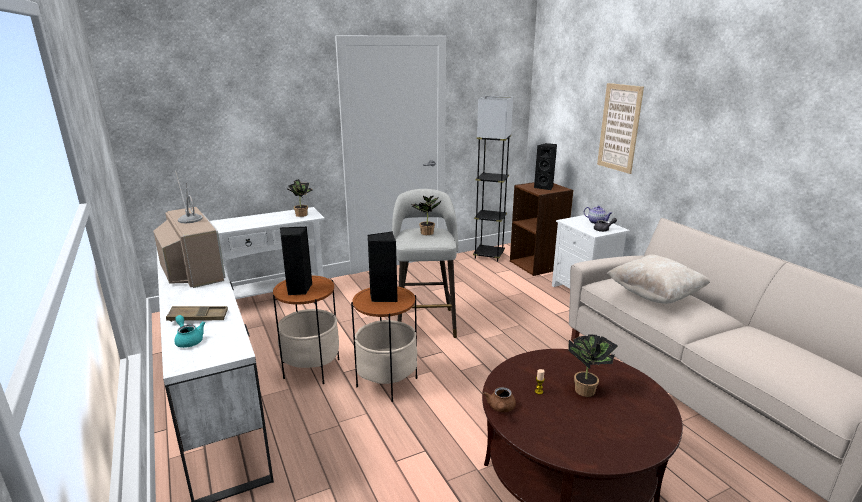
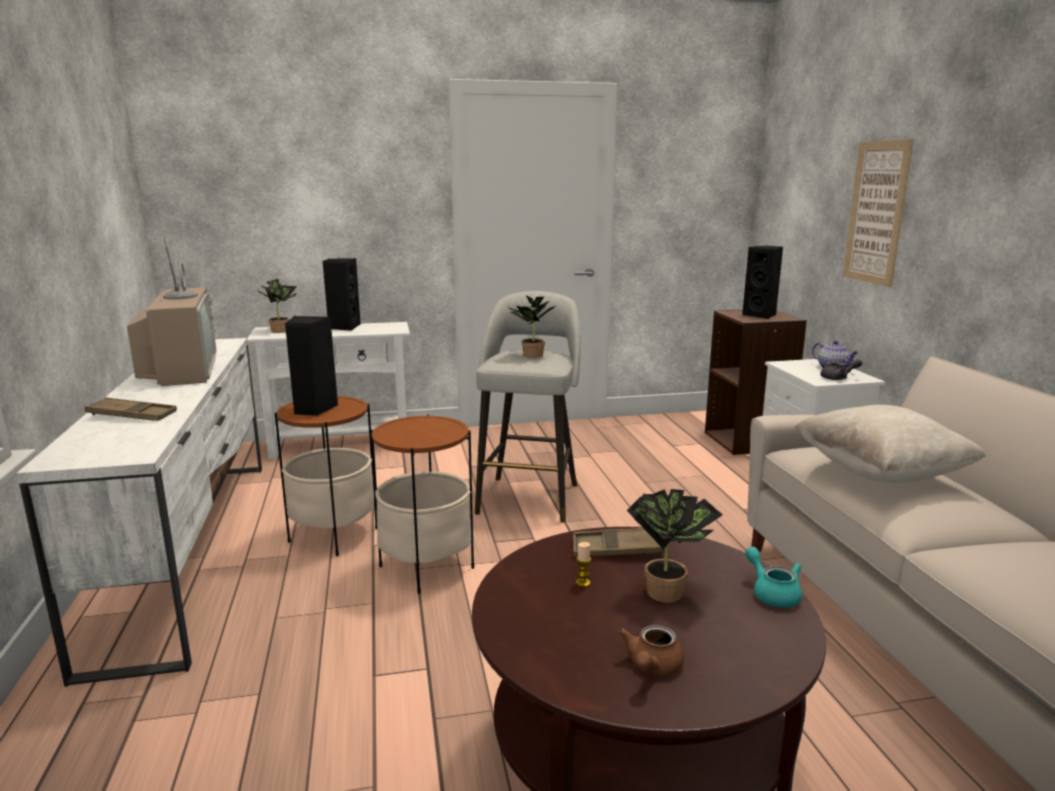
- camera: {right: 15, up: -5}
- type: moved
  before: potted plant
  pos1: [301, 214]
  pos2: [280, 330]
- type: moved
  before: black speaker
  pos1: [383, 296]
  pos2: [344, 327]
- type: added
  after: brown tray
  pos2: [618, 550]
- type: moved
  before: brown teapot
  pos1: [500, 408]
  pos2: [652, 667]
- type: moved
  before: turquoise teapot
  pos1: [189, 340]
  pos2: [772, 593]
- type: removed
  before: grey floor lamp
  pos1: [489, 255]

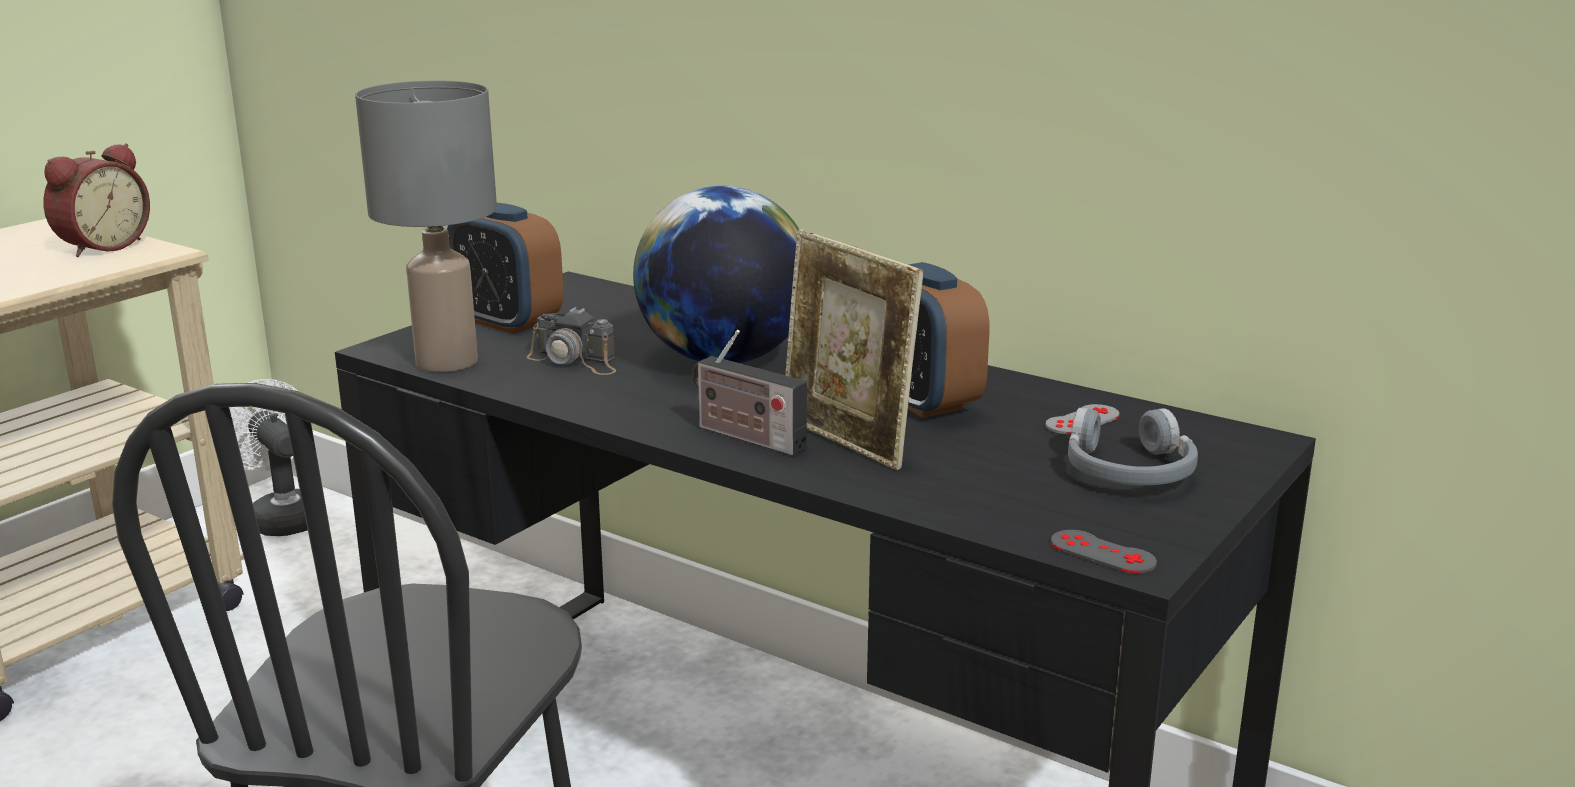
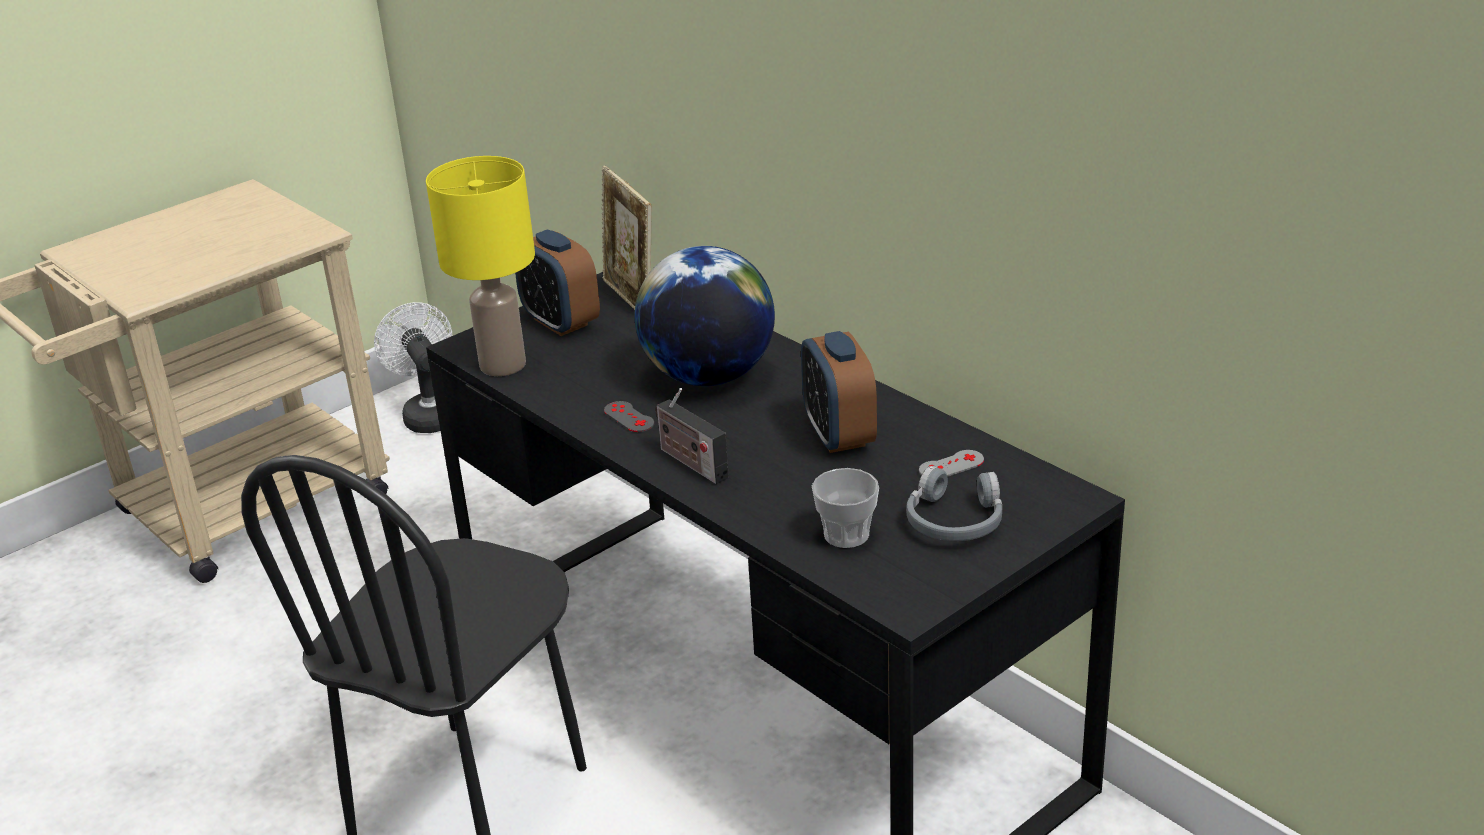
- camera: {right: 15, up: 10}
- type: recoloured
  before: grey table lamp
  after: yellow table lamp
  pos1: [448, 362]
  pos2: [504, 365]
- type: moved
  before: picture frame
  pos1: [846, 442]
  pos2: [631, 300]
- type: moved
  before: grey game controller
  pos1: [1102, 552]
  pos2: [629, 417]
- type: added
  after: cup
  pos2: [846, 535]
- type: removed
  before: alarm clock
  pos1: [101, 247]
- type: removed
  before: photo camera
  pos1: [575, 361]

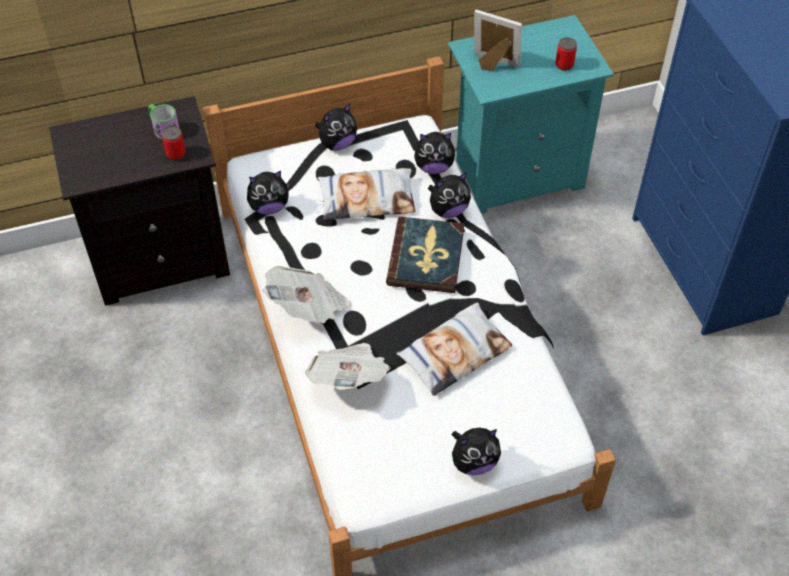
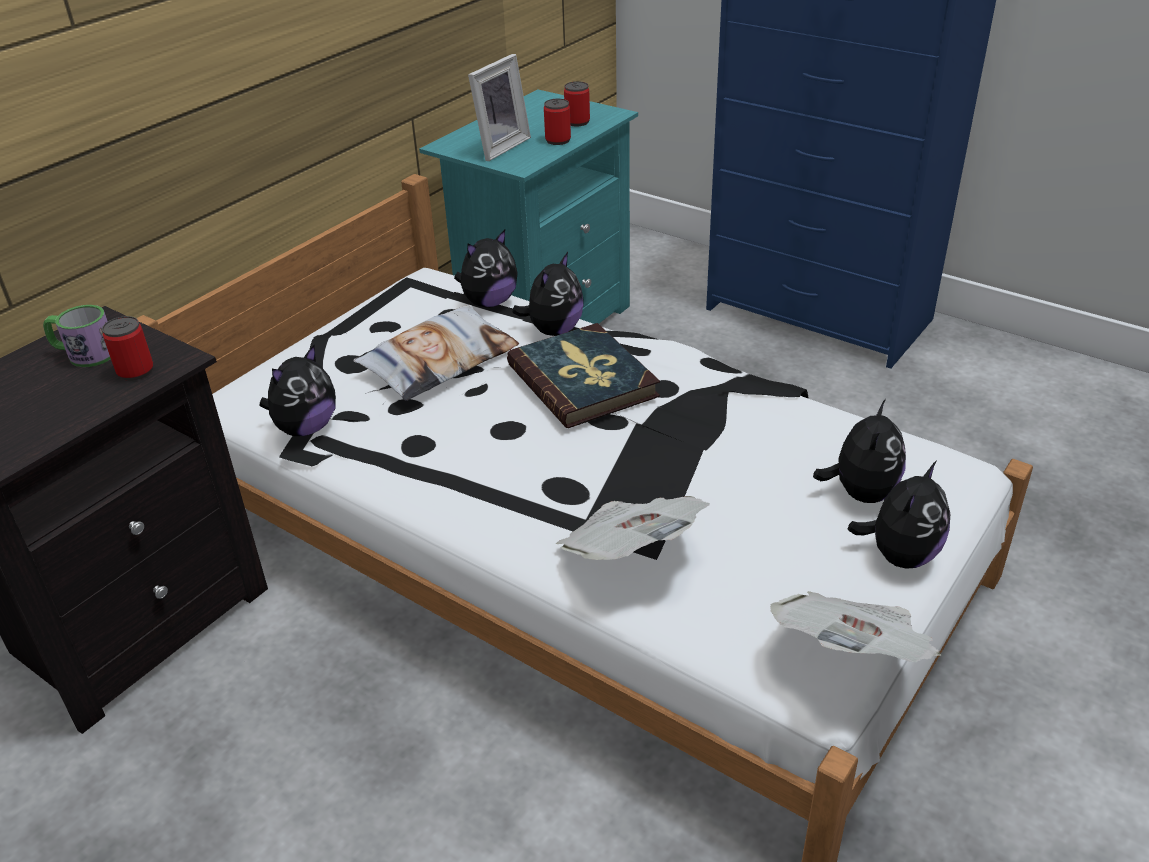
- camera: {right: -35, up: -15}
- type: turned
  before: picture frame
  pos1: [493, 65]
  pos2: [498, 147]
  turn: 135
- type: added
  after: can
  pos2: [558, 140]
- type: moved
  before: newspaper
  pos1: [308, 308]
  pos2: [853, 654]
- type: moved
  before: plush toy
  pos1: [337, 144]
  pos2: [860, 492]
- type: removed
  before: pillow
  pos1: [454, 353]

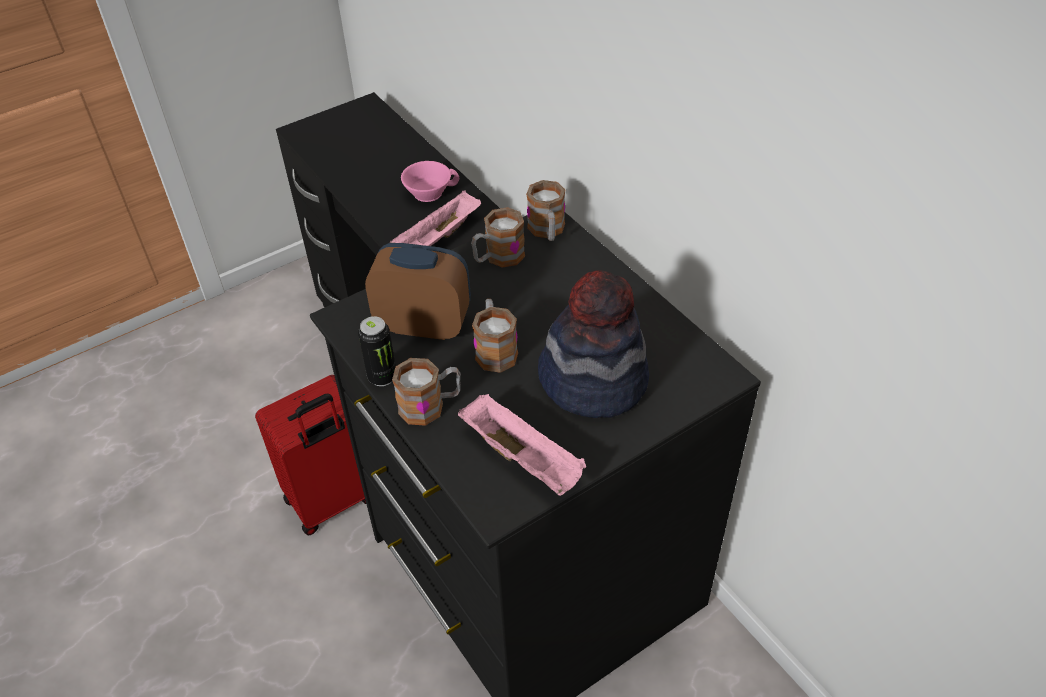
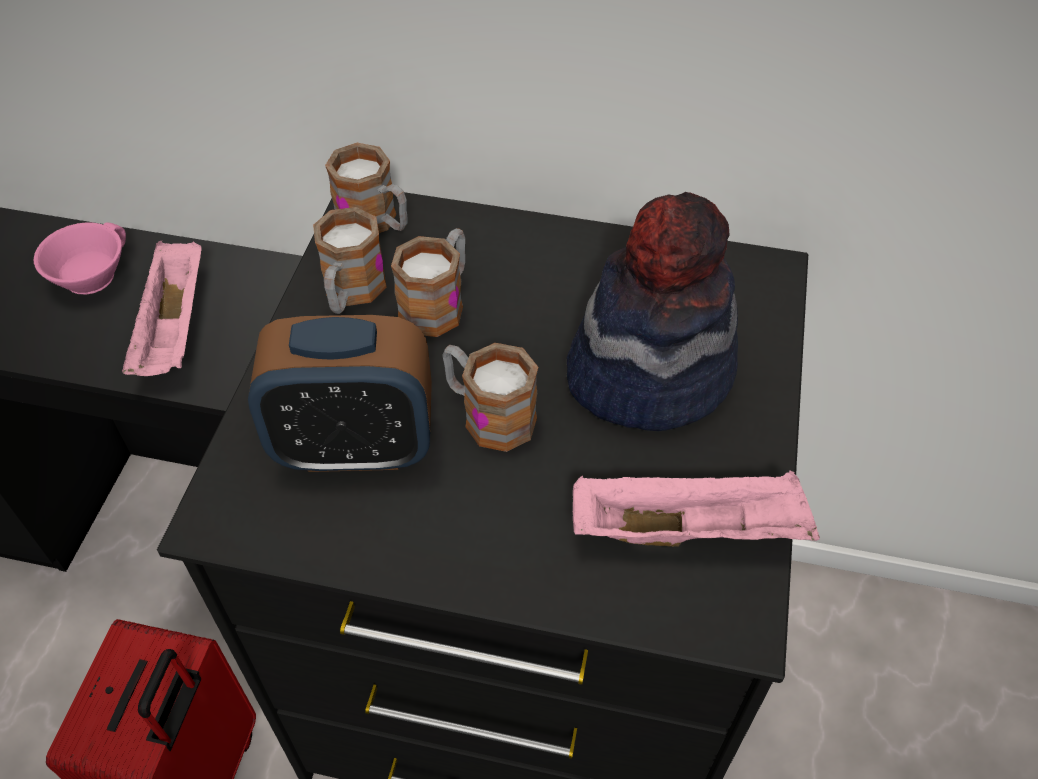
- camera: {right: -45, up: 5}
- type: turned
  before: alarm clock
  pos1: [424, 325]
  pos2: [355, 446]
  turn: -150
- type: moved
  before: mug
  pos1: [430, 405]
  pos2: [438, 303]
- type: removed
  before: can
  pos1: [382, 377]

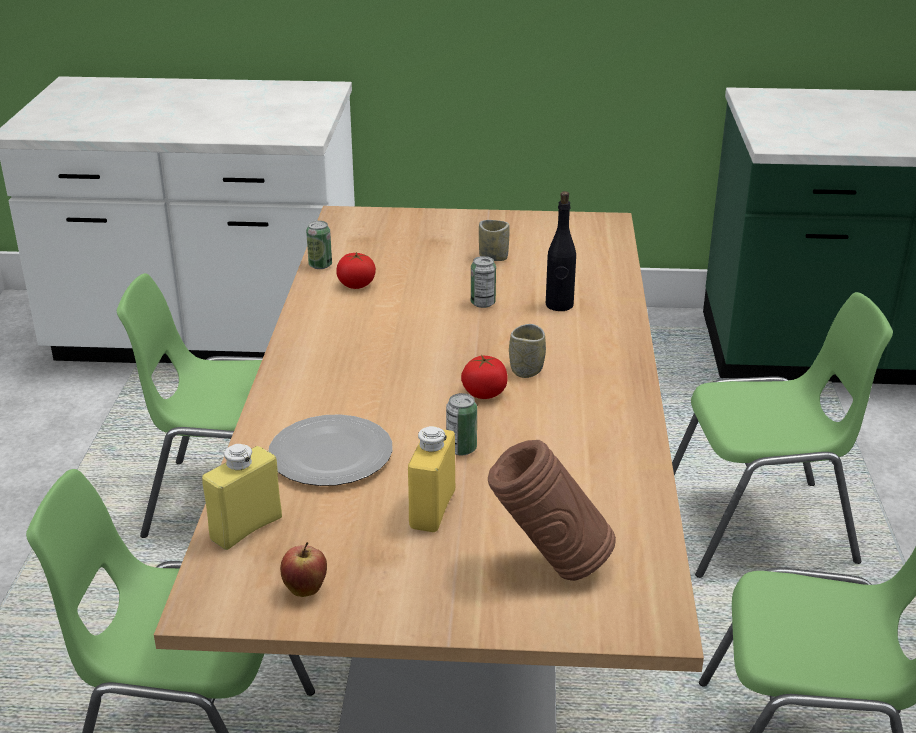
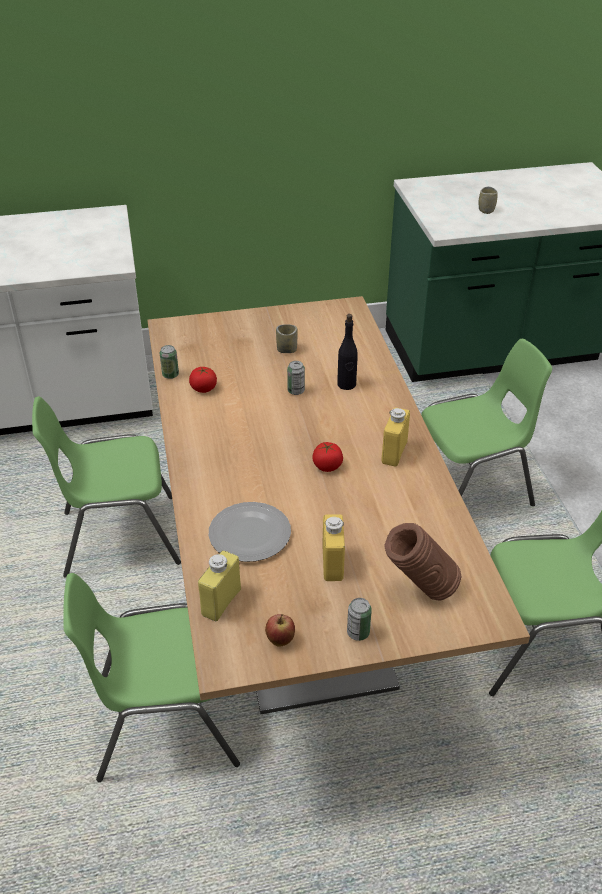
- camera: {right: -15, up: 10}
- type: moved
  before: can
  pos1: [461, 449]
  pos2: [358, 633]
- type: added
  after: yellow bottle
  pos2: [394, 453]
- type: moved
  before: cup
  pos1: [526, 370]
  pos2: [486, 210]

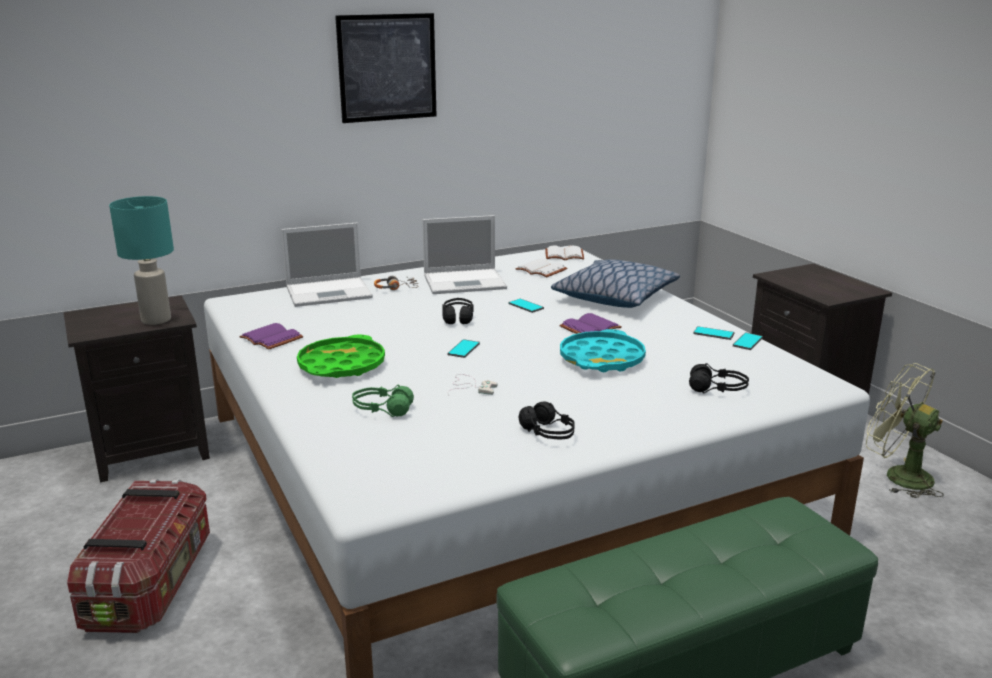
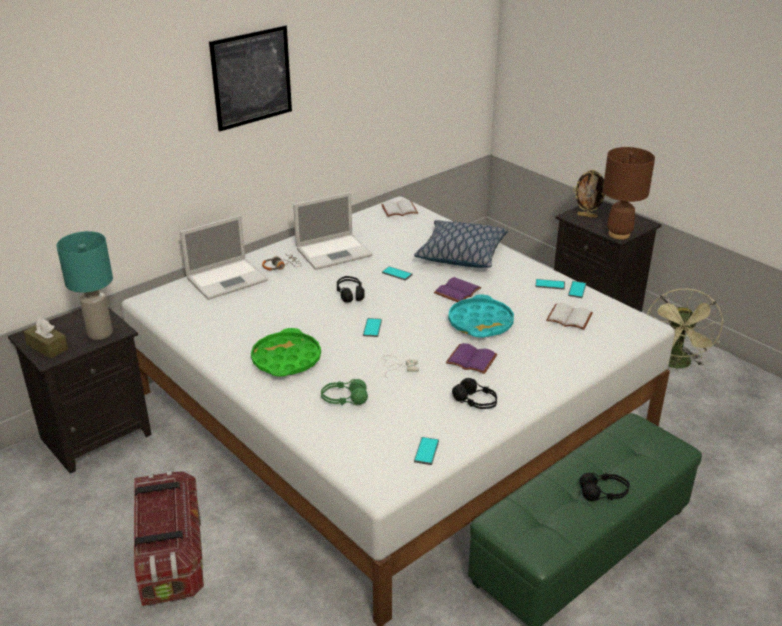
- camera: {right: -15, up: 10}
- type: added
  after: brown tissue box
  pos2: [47, 347]
- type: added
  after: phone
  pos2: [426, 451]
- type: moved
  before: purple book
  pos1: [273, 338]
  pos2: [472, 359]
- type: moved
  before: white book
  pos1: [542, 270]
  pos2: [570, 317]
- type: added
  after: picture frame
  pos2: [587, 216]
- type: moved
  before: black headphones
  pos1: [717, 389]
  pos2: [603, 493]
- type: added
  after: brown table lamp
  pos2: [619, 234]
- type: turned
  before: green fan
  pos1: [898, 476]
  pos2: [676, 364]
  turn: -105

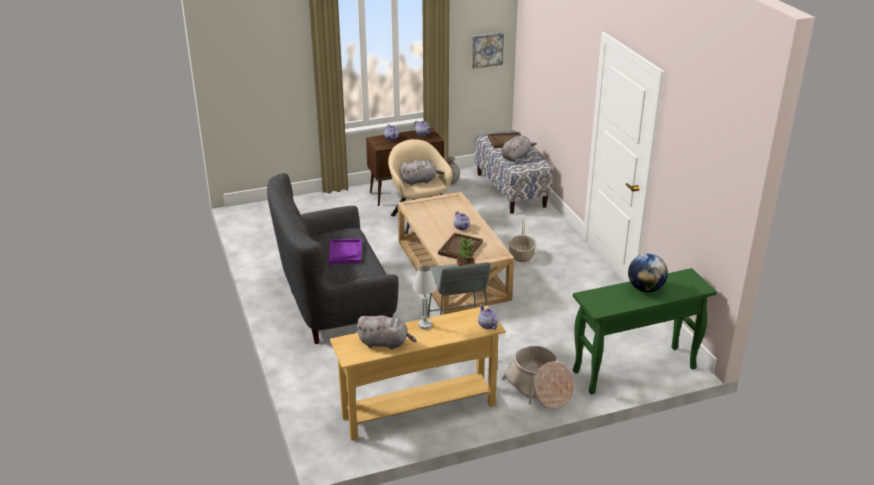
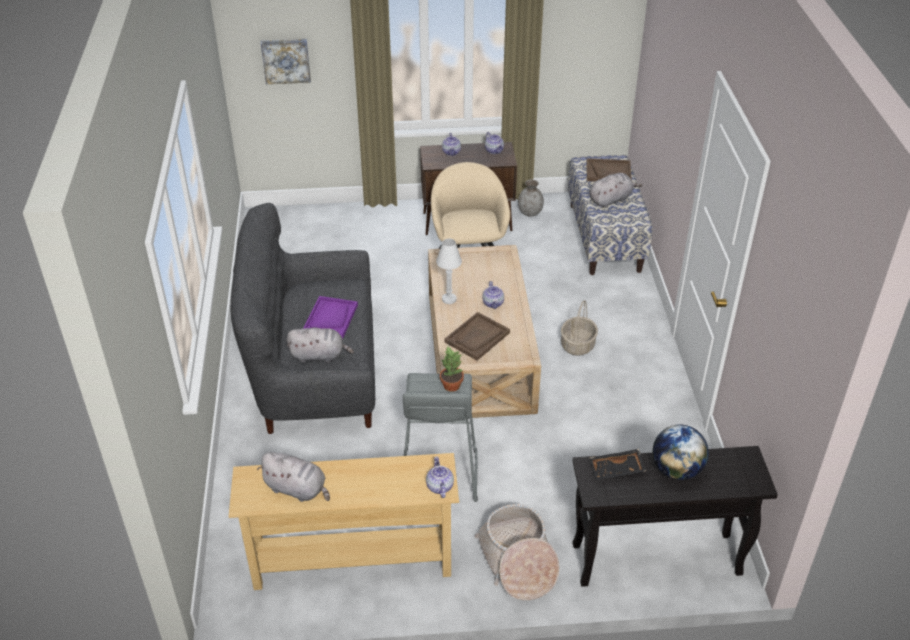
- camera: {right: 15, up: 10}
- type: moved
  before: picture
  pos1: [486, 49]
  pos2: [286, 60]
- type: moved
  before: grey plush toy
  pos1: [419, 181]
  pos2: [319, 355]
- type: moved
  before: white table lamp
  pos1: [425, 325]
  pos2: [449, 299]
- type: recoloured
  before: green console table
  after: black console table
  pos1: [633, 370]
  pos2: [654, 560]
- type: added
  after: black tray
  pos2: [616, 470]

